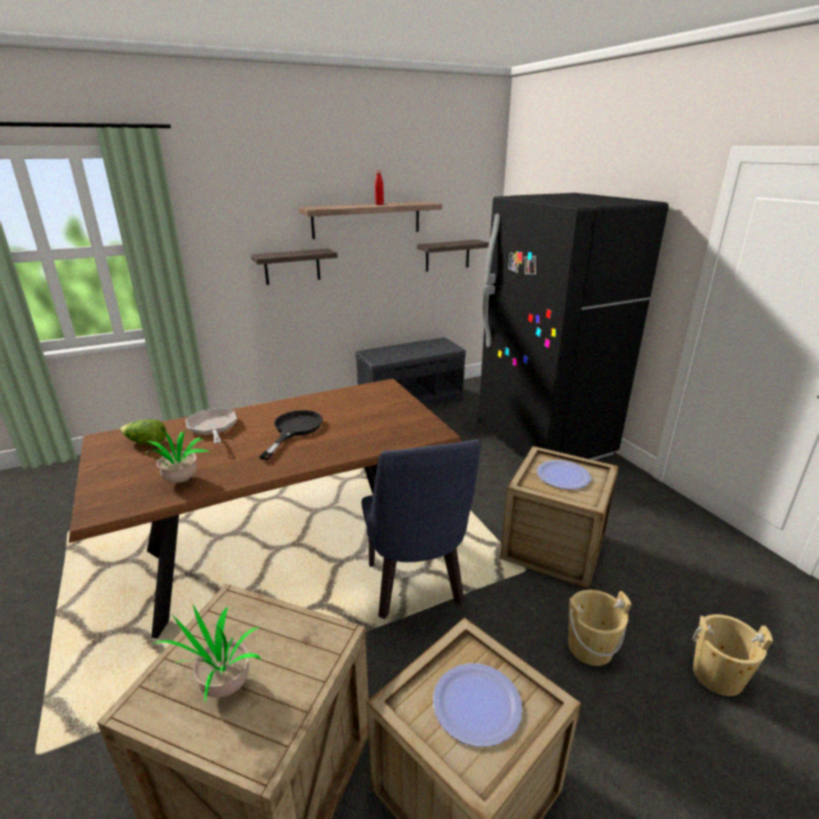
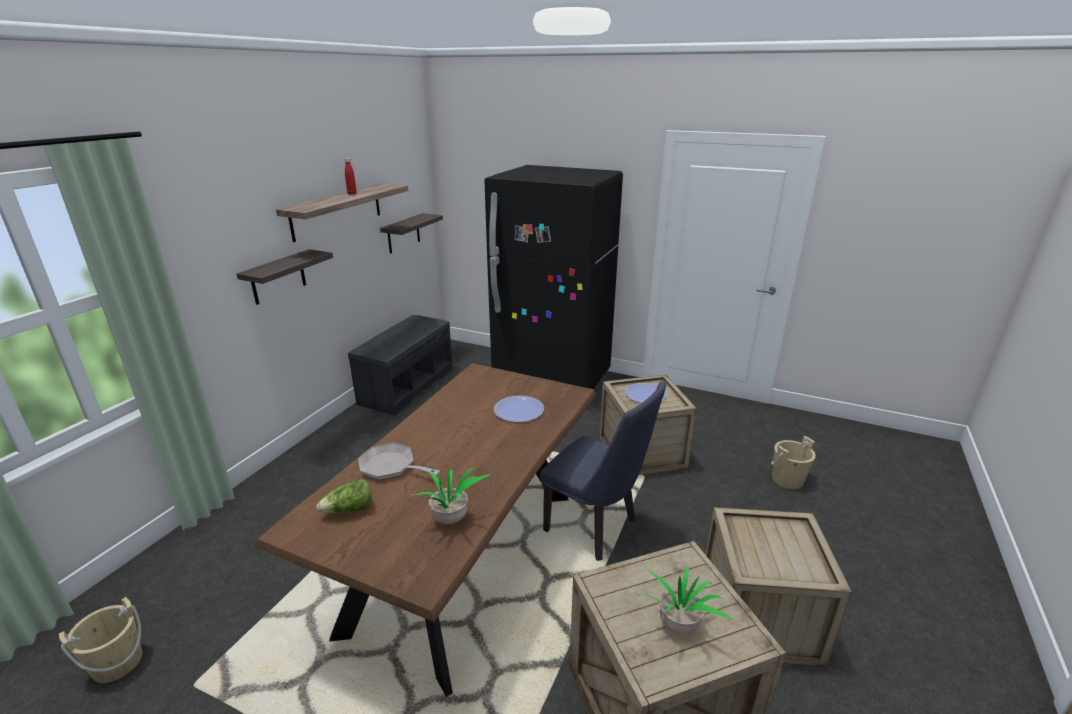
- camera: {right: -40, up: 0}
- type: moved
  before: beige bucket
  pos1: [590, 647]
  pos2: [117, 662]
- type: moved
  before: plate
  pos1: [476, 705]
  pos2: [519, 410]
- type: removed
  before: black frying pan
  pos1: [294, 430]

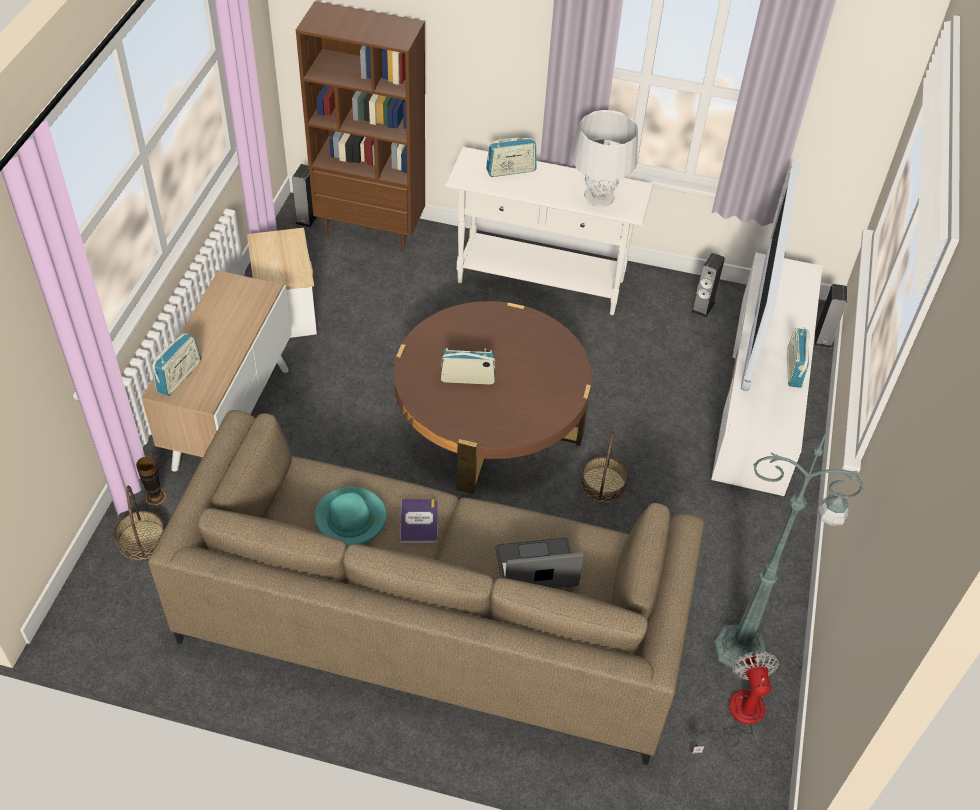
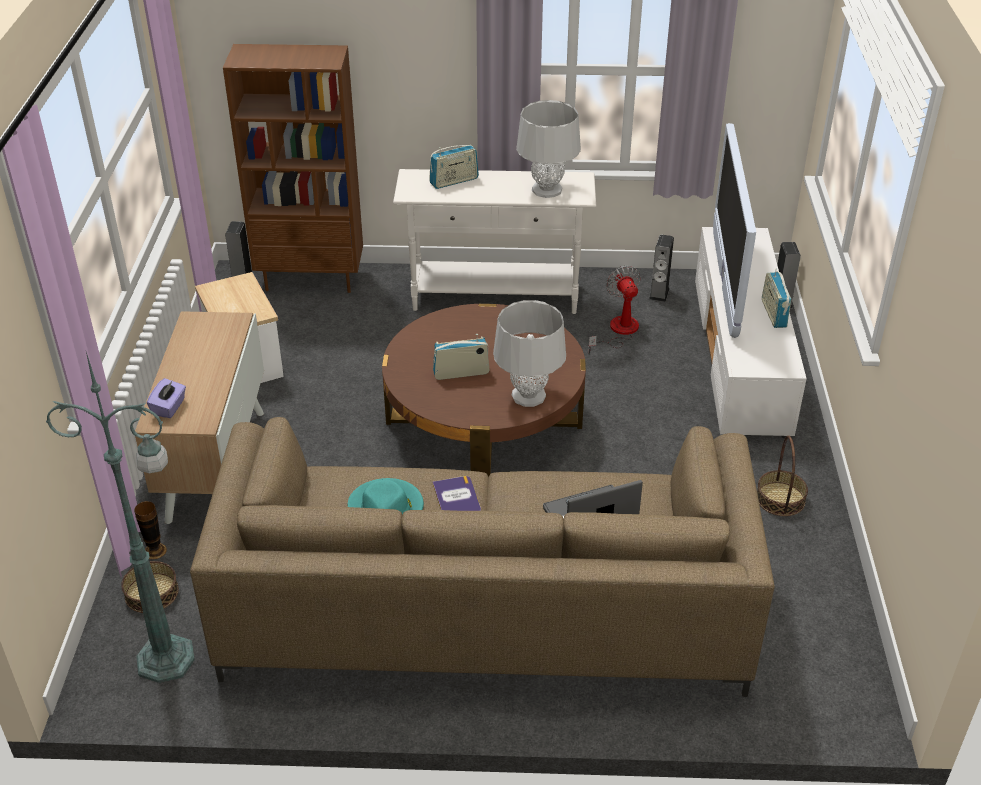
- camera: {right: -10, up: -10}
- type: moved
  before: green floor lamp
  pos1: [743, 649]
  pos2: [169, 659]
- type: replaced
  before: radio
  after: purple tissue box
  pos1: [179, 376]
  pos2: [169, 407]
- type: added
  after: grey table lamp
  pos2: [528, 396]
- type: moved
  before: fan
  pos1: [737, 716]
  pos2: [618, 331]
- type: moved
  before: basket
  pos1: [603, 484]
  pos2: [780, 499]

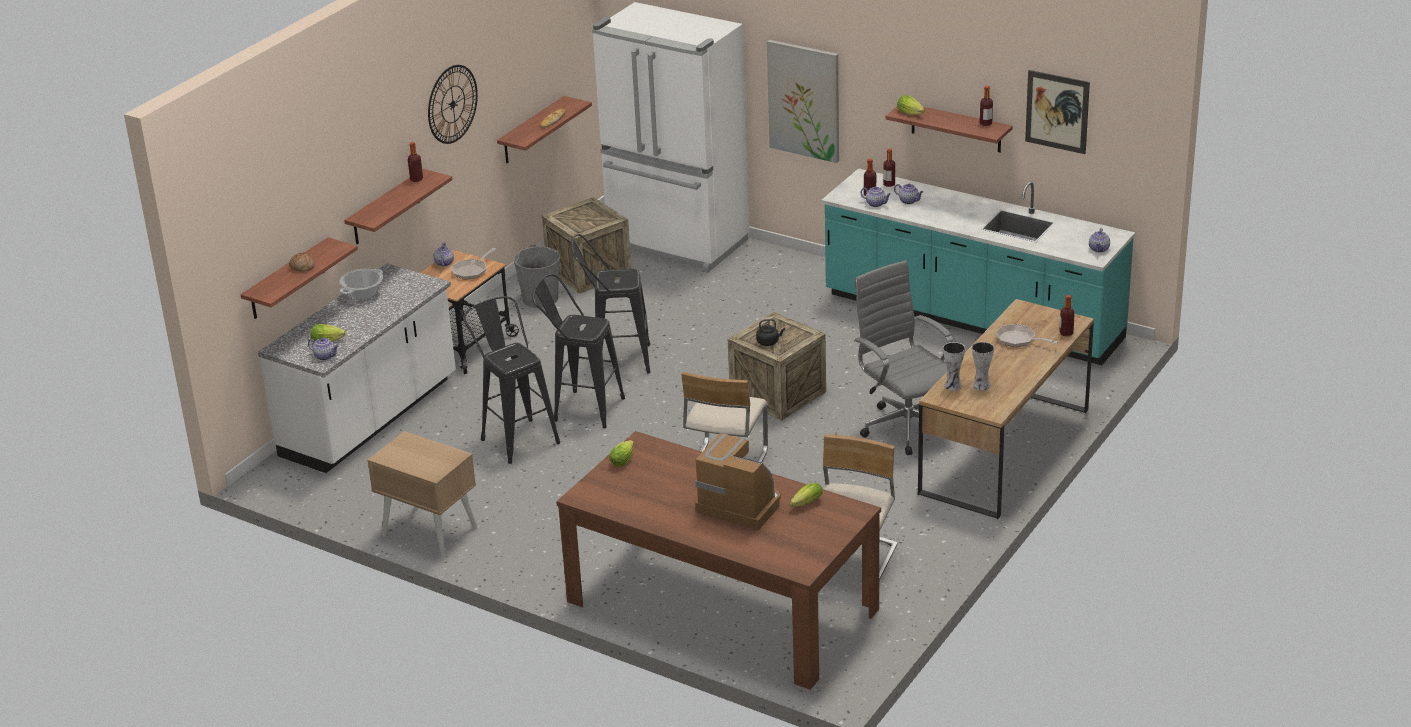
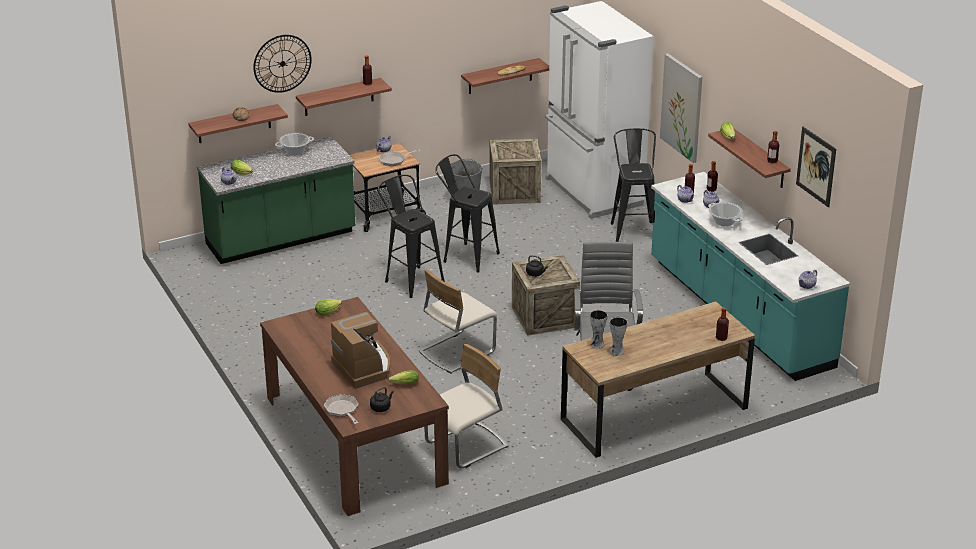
- camera: {right: 30, up: 0}
- type: recoloured
  before: white counter
  after: green counter
  pos1: [371, 418]
  pos2: [281, 240]
- type: moved
  before: wall clock
  pos1: [452, 104]
  pos2: [282, 63]
- type: moved
  before: frying pan
  pos1: [1019, 340]
  pos2: [342, 410]
- type: added
  after: black kettle
  pos2: [381, 408]
- type: moved
  before: black stool
  pos1: [516, 437]
  pos2: [633, 229]
- type: added
  after: cooking pot
  pos2: [724, 222]
- type: removed
  before: beige nightstand
  pos1: [429, 531]

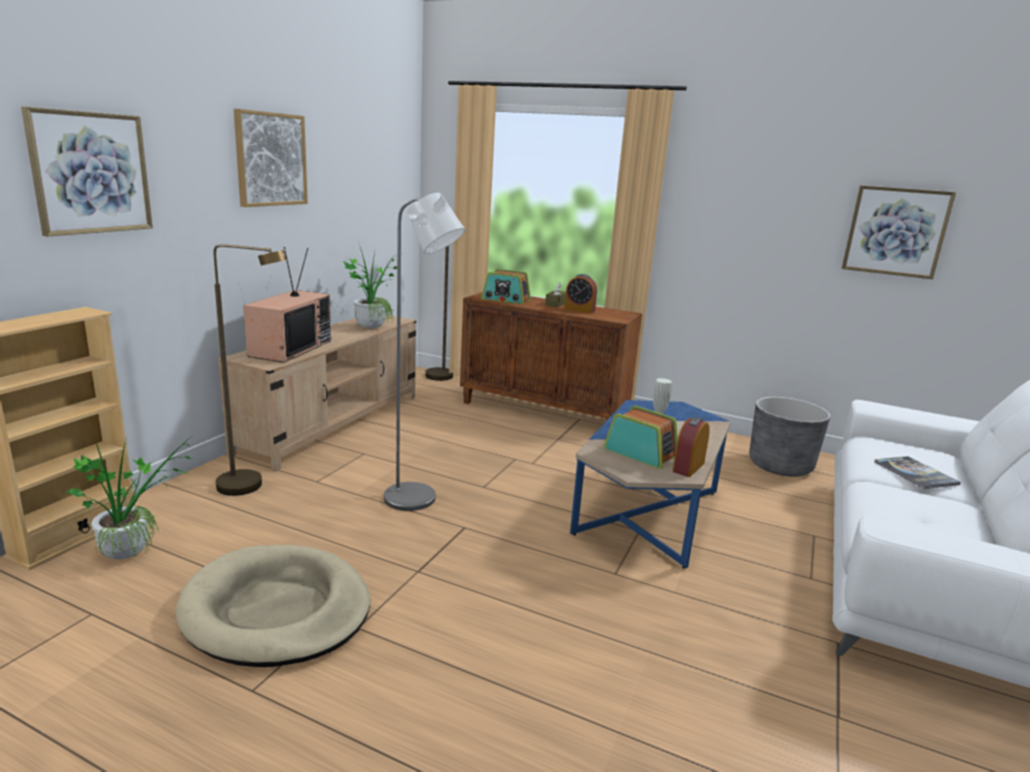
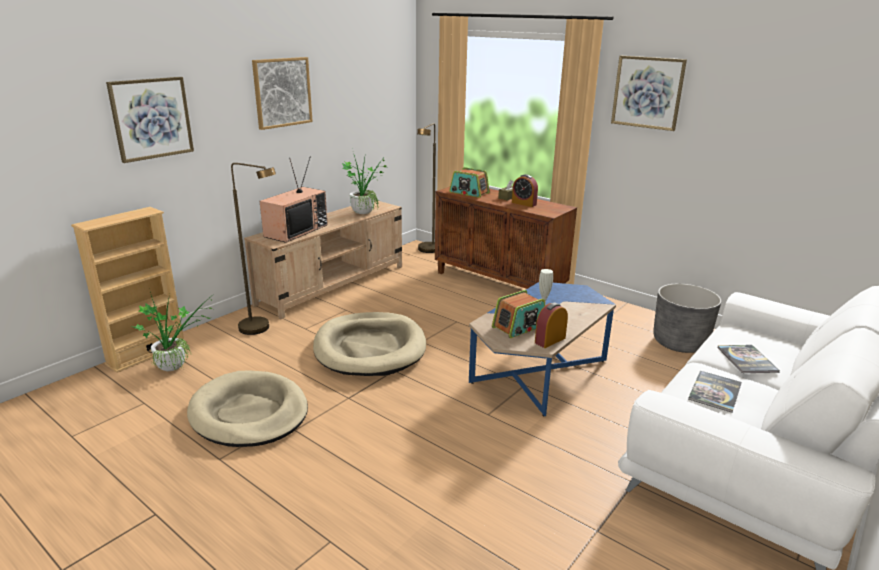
- camera: {right: 15, up: 5}
- type: replaced
  before: grey floor lamp
  after: beige dog bed
  pos1: [418, 500]
  pos2: [370, 348]
- type: turned
  before: radio
  pos1: [640, 453]
  pos2: [519, 326]
  turn: 90
- type: moved
  before: picture
  pos1: [896, 231]
  pos2: [647, 92]
- type: added
  after: book
  pos2: [715, 392]

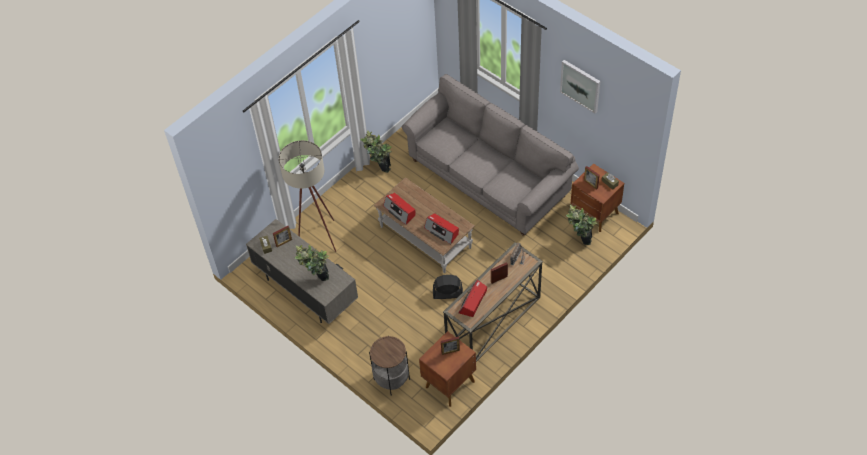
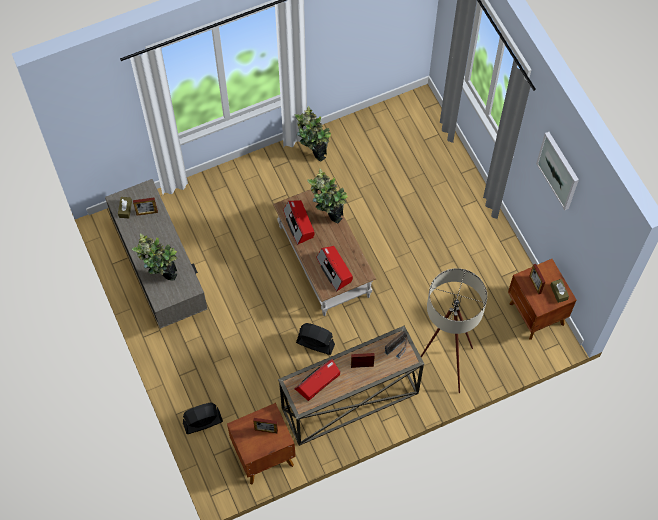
- camera: {right: 20, up: 10}
- type: replaced
  before: side table
  after: black fan
  pos1: [391, 379]
  pos2: [202, 422]
- type: moved
  before: potted plant
  pos1: [579, 241]
  pos2: [327, 214]
- type: moved
  before: beige floor lamp
  pos1: [317, 238]
  pos2: [444, 364]
- type: removed
  before: grey sofa
  pos1: [488, 178]

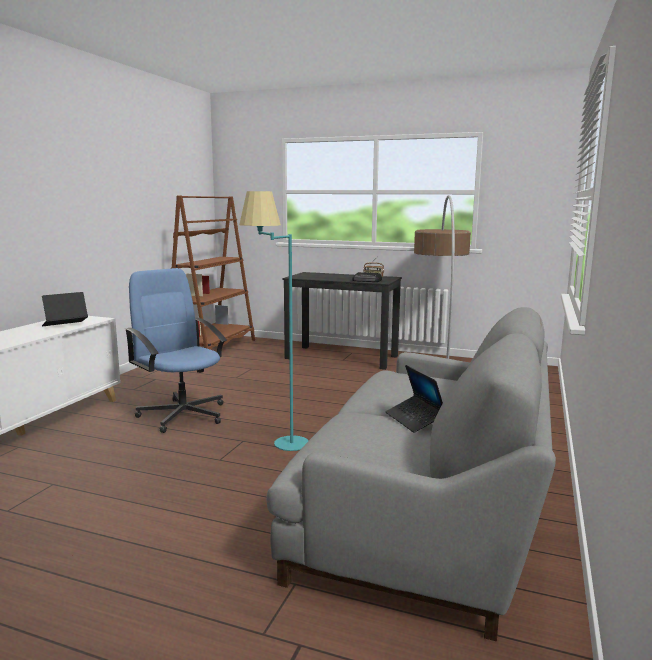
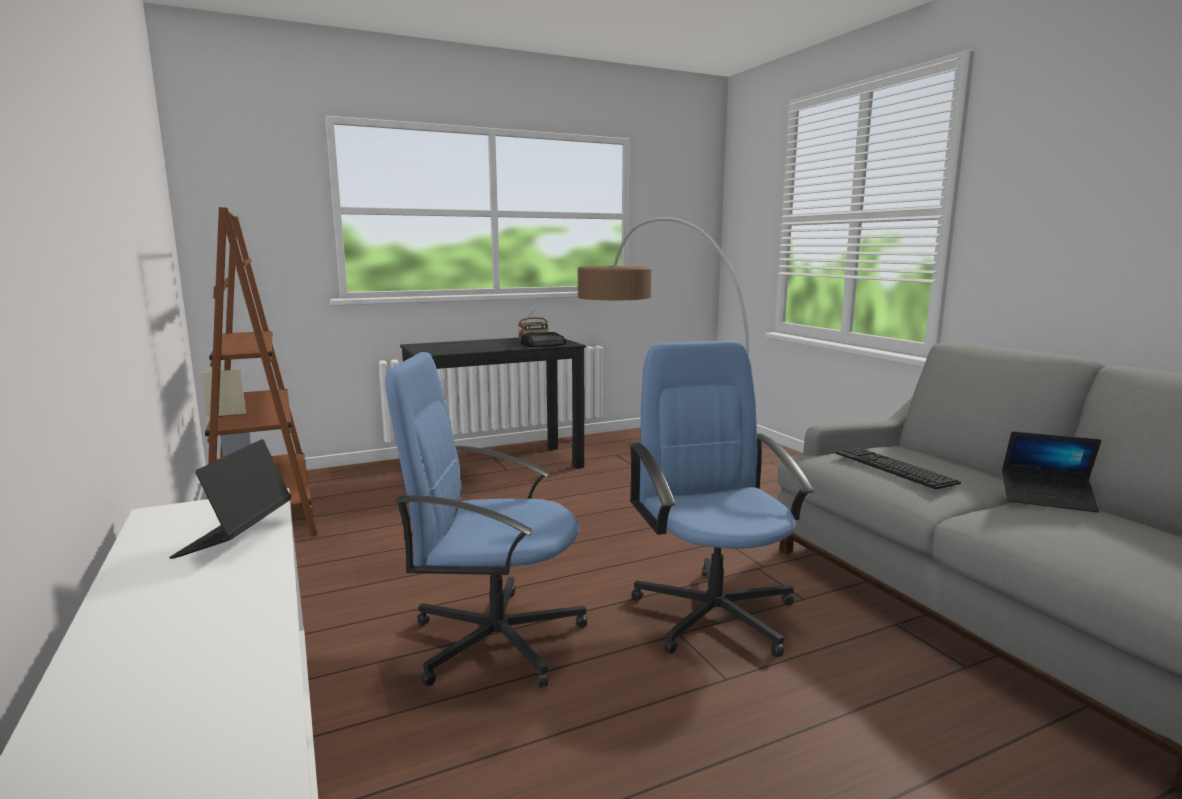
- camera: {right: -45, up: 0}
- type: replaced
  before: turquoise floor lamp
  after: blue office chair
  pos1: [276, 441]
  pos2: [714, 612]
- type: added
  after: keyboard
  pos2: [893, 467]

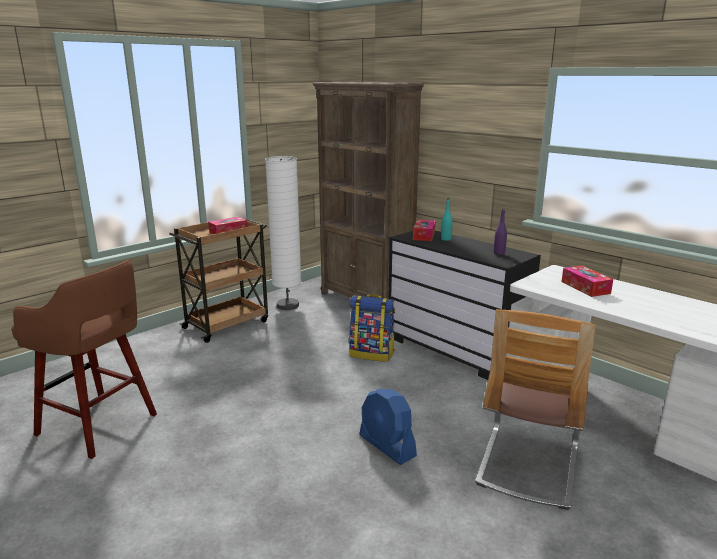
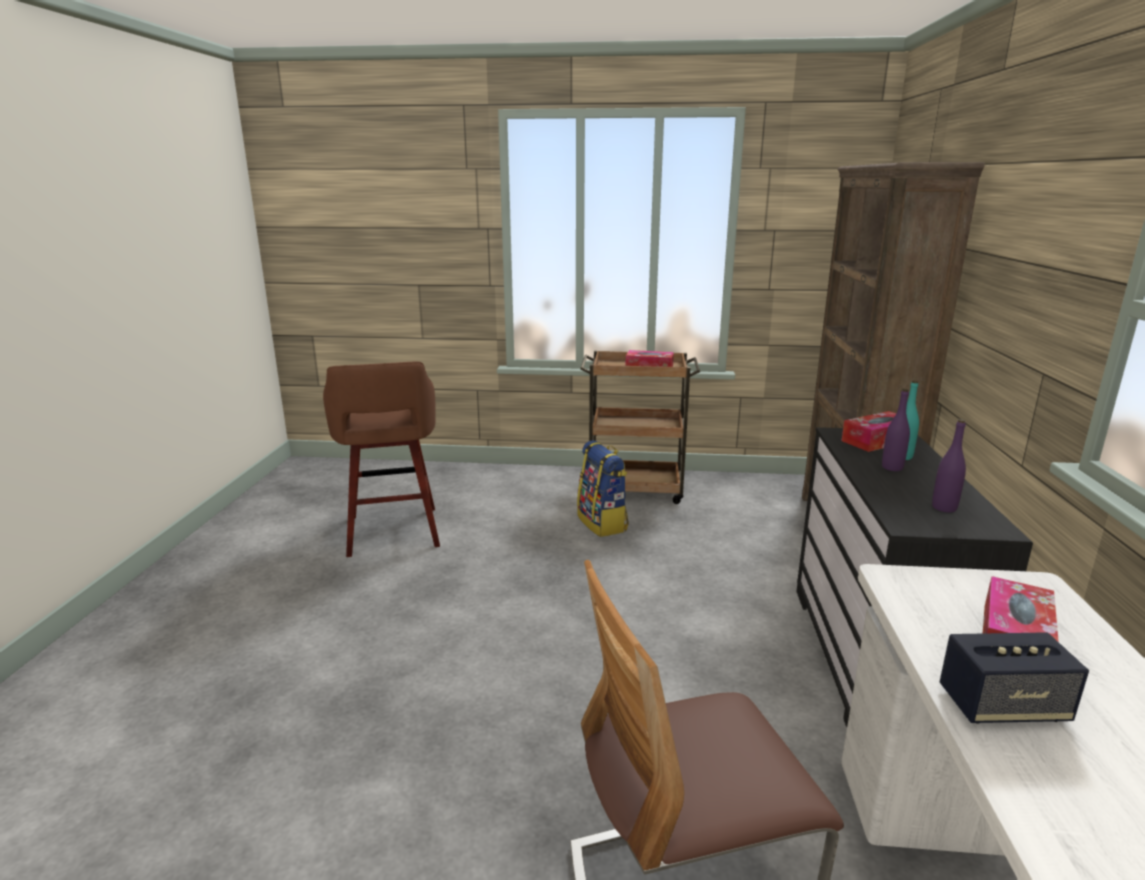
- camera: {right: 50, up: 0}
- type: moved
  before: backpack
  pos1: [372, 354]
  pos2: [603, 523]
- type: added
  after: purple bottle
  pos2: [892, 467]
- type: added
  after: speaker
  pos2: [1002, 706]
- type: removed
  before: white floor lamp
  pos1: [288, 306]
- type: removed
  before: blue fan
  pos1: [387, 446]

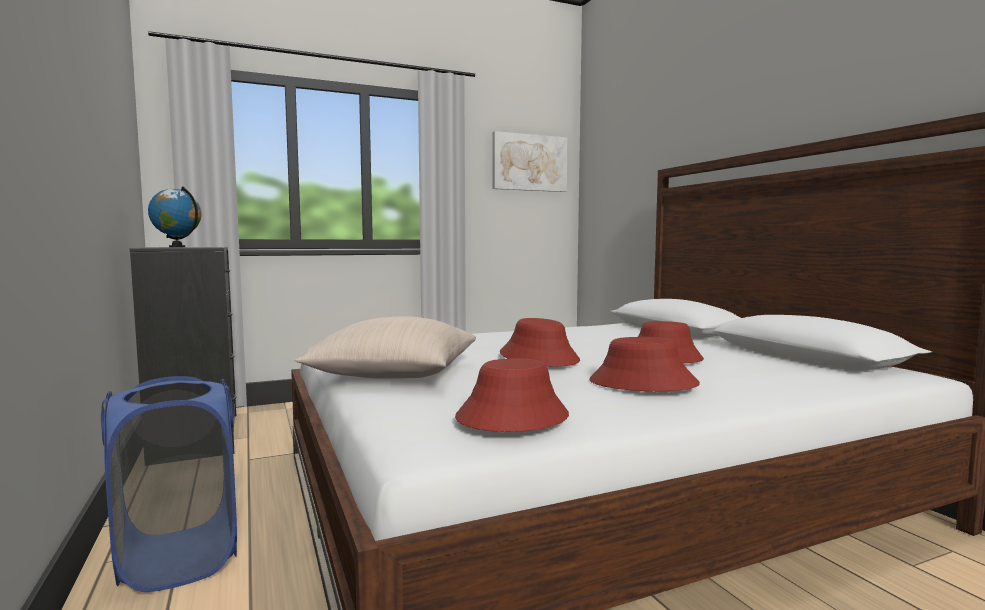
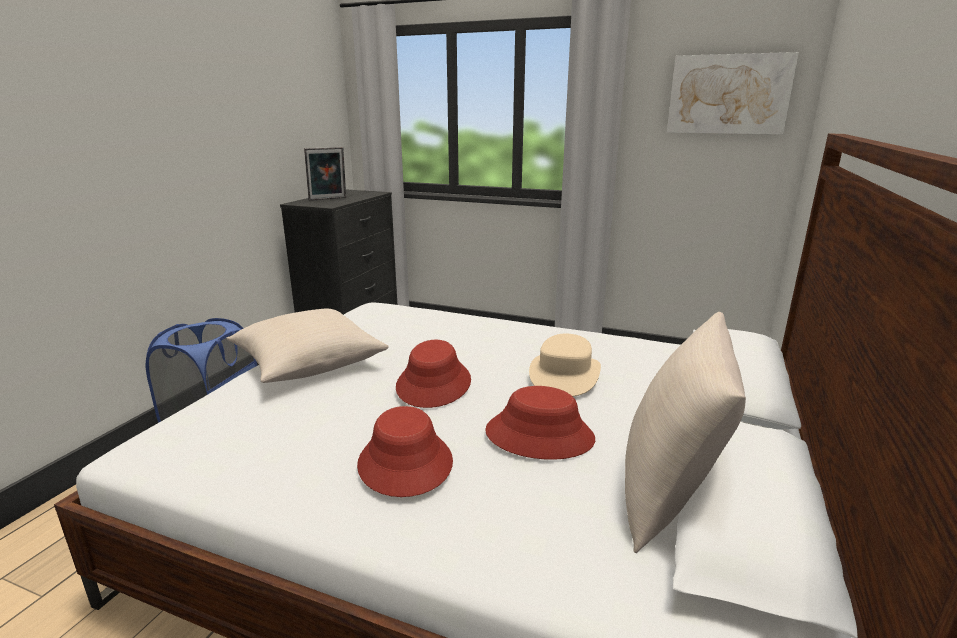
- camera: {right: 45, up: 15}
- type: replaced
  before: globe
  after: picture frame
  pos1: [177, 247]
  pos2: [328, 199]
- type: added
  after: beige hat
  pos2: [564, 375]
- type: added
  after: beige pillow
  pos2: [669, 494]
- type: removed
  before: red hat
  pos1: [512, 417]

